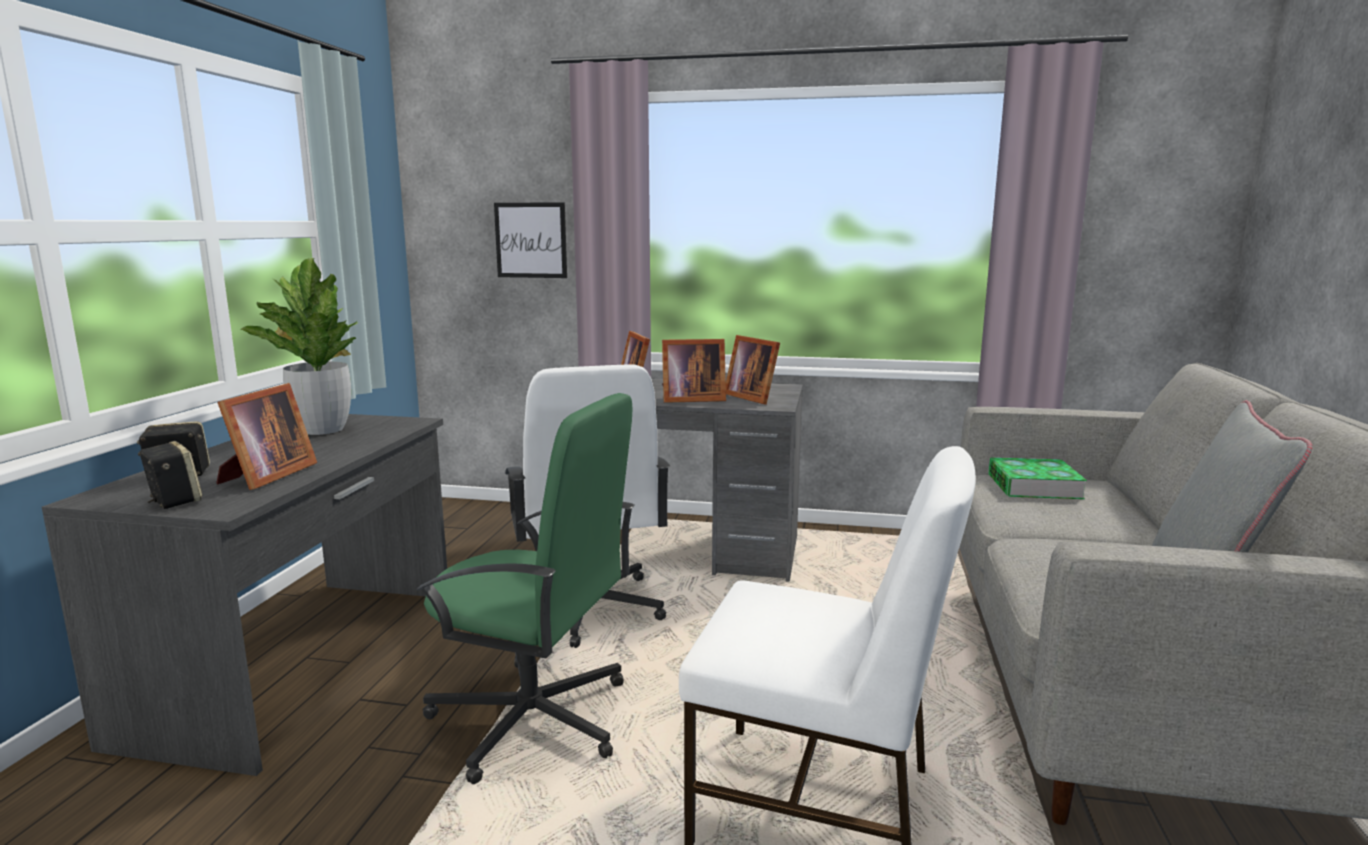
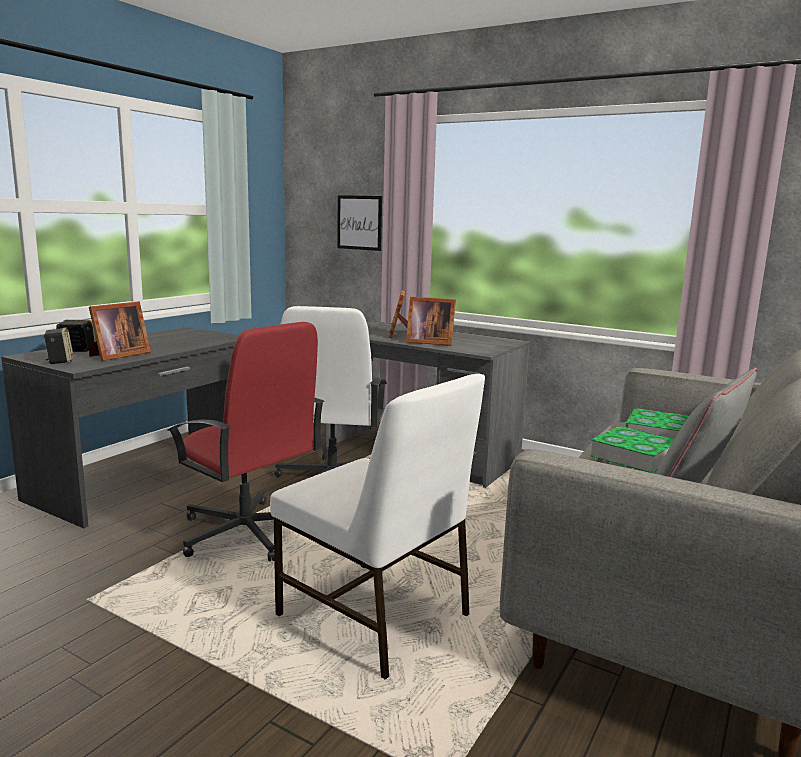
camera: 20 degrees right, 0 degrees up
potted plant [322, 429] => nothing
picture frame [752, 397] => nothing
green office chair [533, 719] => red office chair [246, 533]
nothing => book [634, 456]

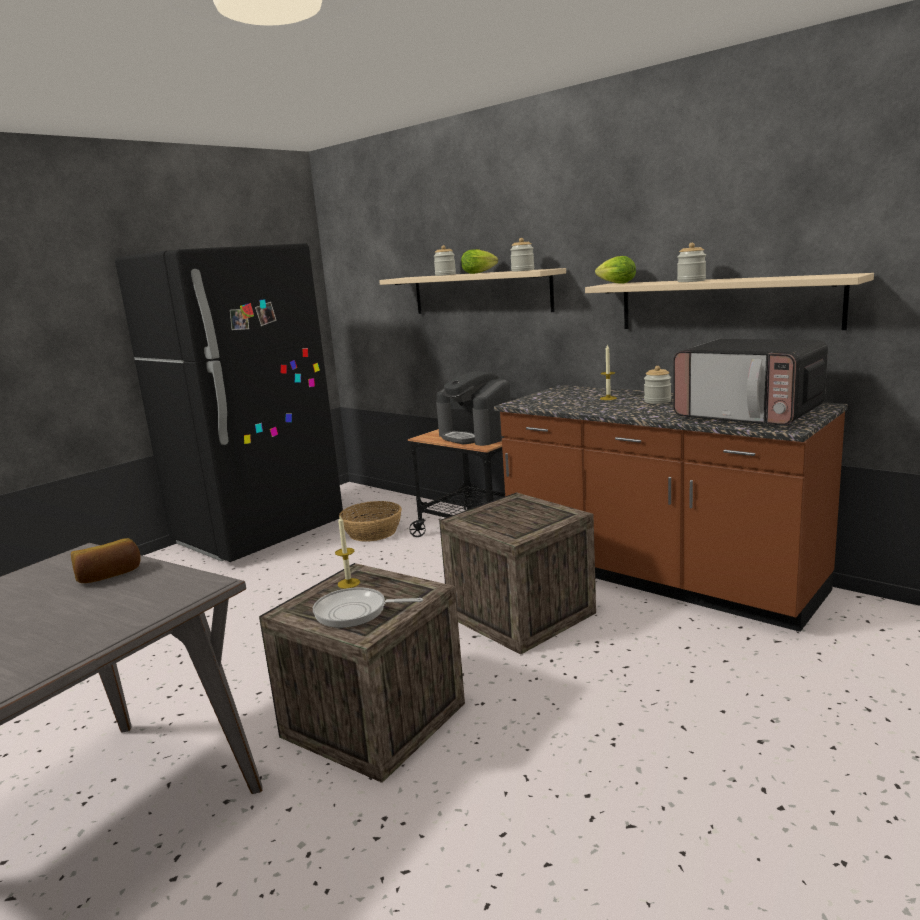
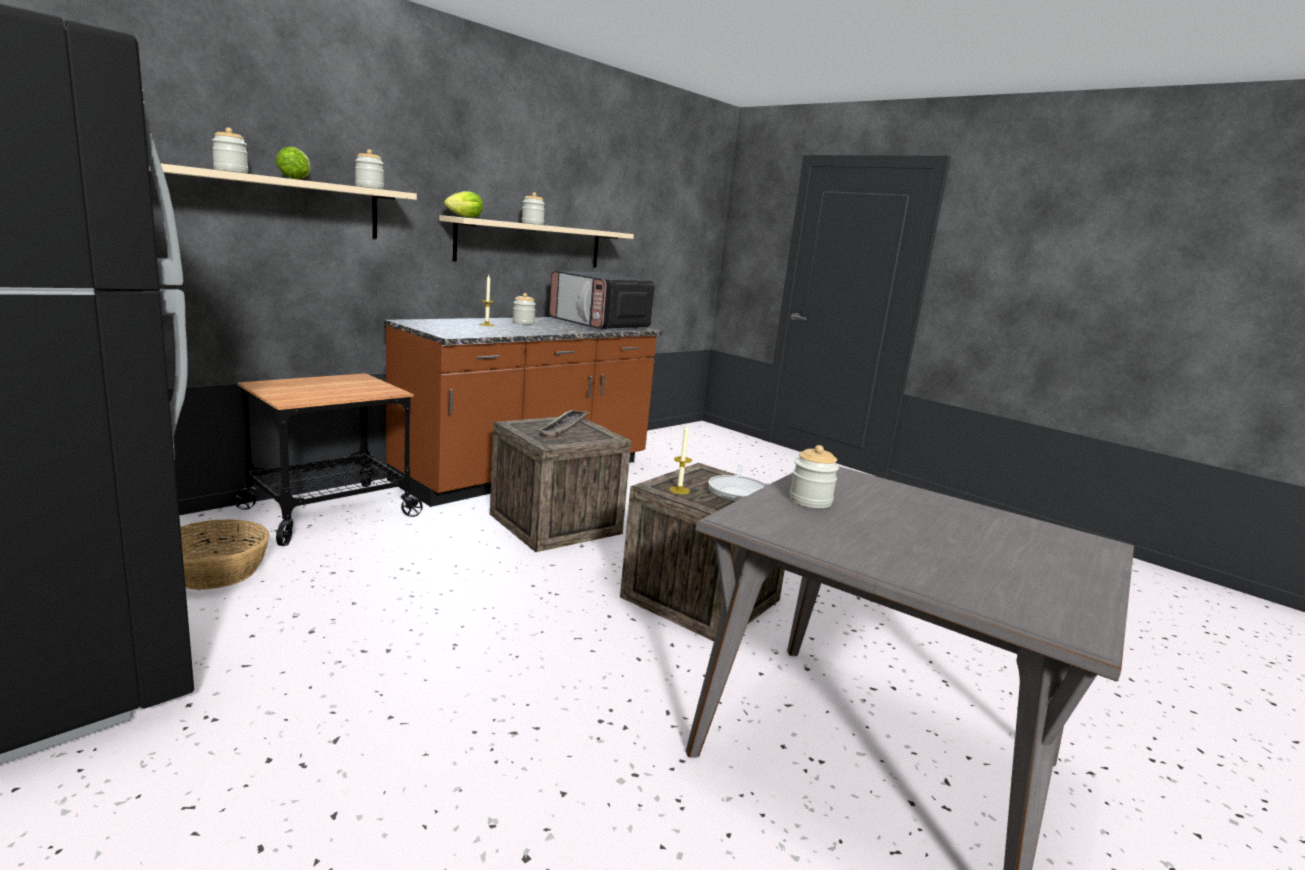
camera: 90 degrees left, 0 degrees up
microwave [749, 414] => microwave [599, 325], 90 degrees clockwise
coffee machine [476, 436] => nothing
bread [109, 575] => jar [810, 501]
nothing => tray [564, 427]

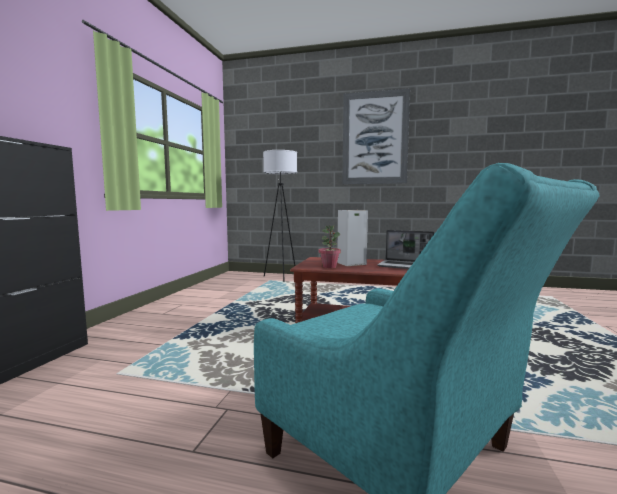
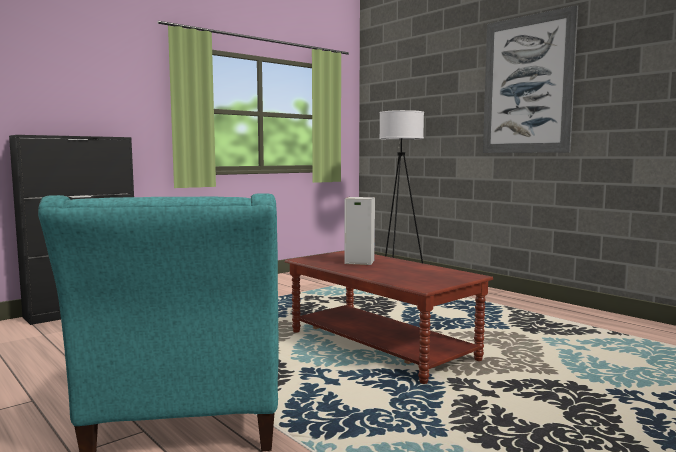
camera: 35 degrees right, 0 degrees up
potted plant [329, 267] => nothing
laptop [406, 266] => nothing

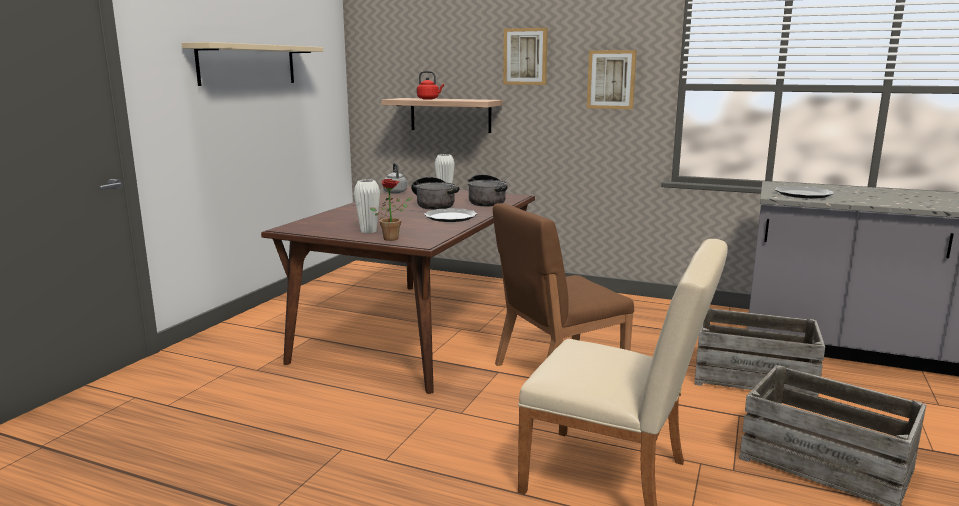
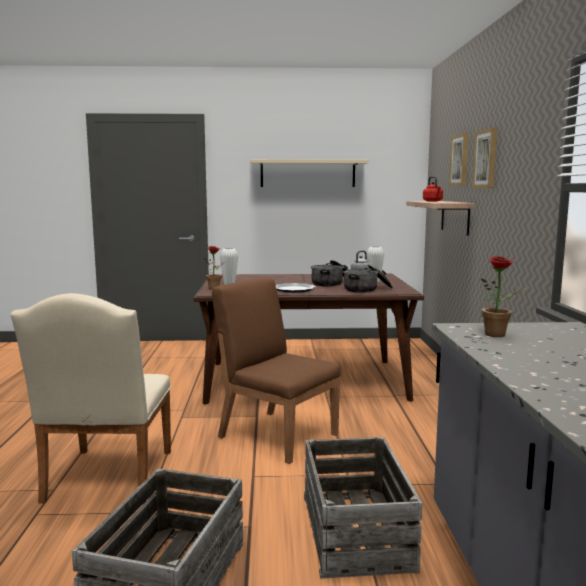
camera: 65 degrees right, 5 degrees down
picture [611, 79] => picture [460, 160], relocated
plate [803, 194] => potted plant [499, 335]

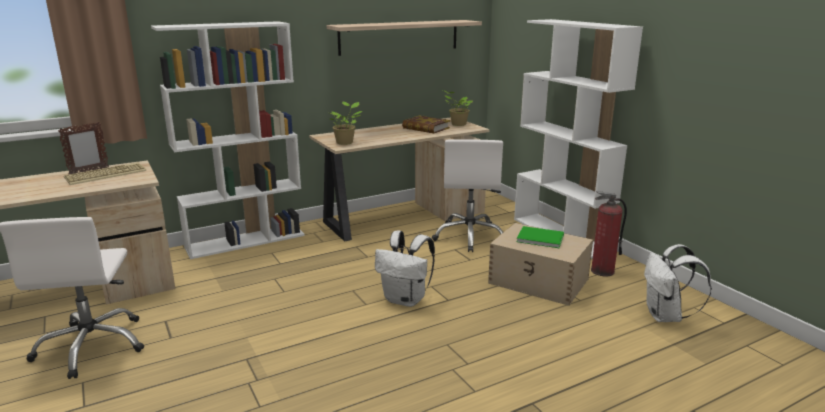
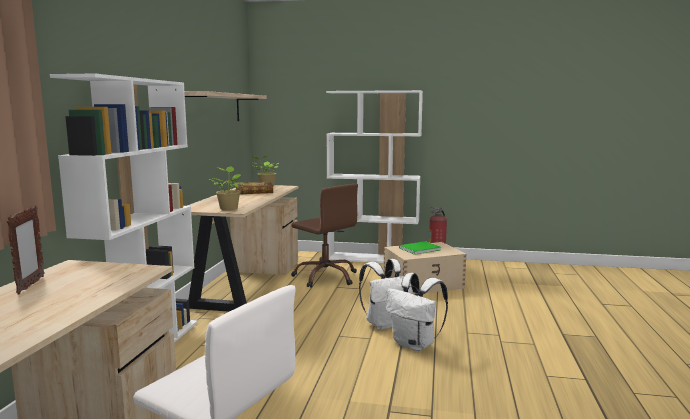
camera: 50 degrees left, 10 degrees down
white office chair [469, 236] => brown office chair [326, 277]
keyboard [106, 174] => nothing
white backpack [665, 316] => white backpack [415, 344], relocated

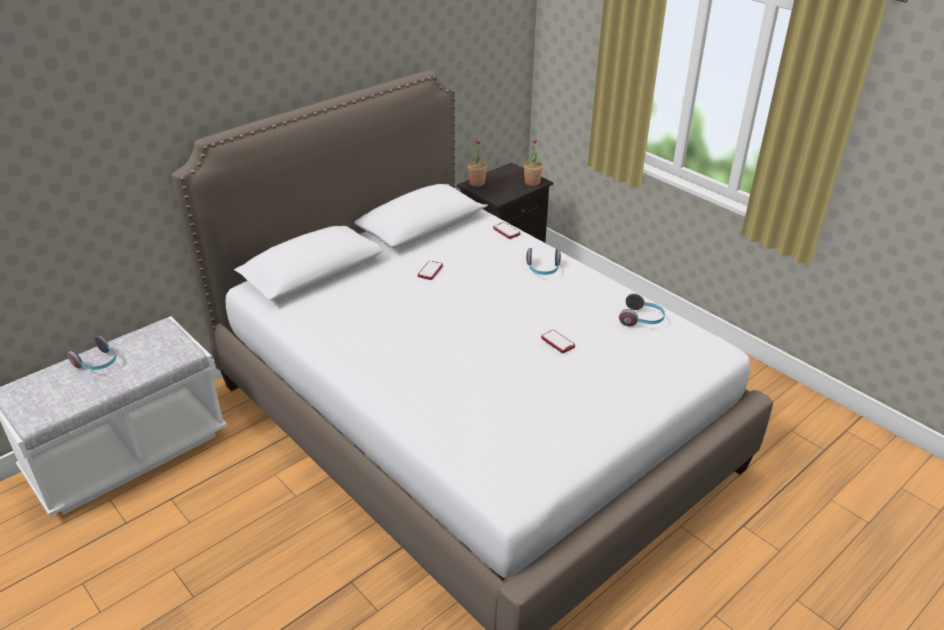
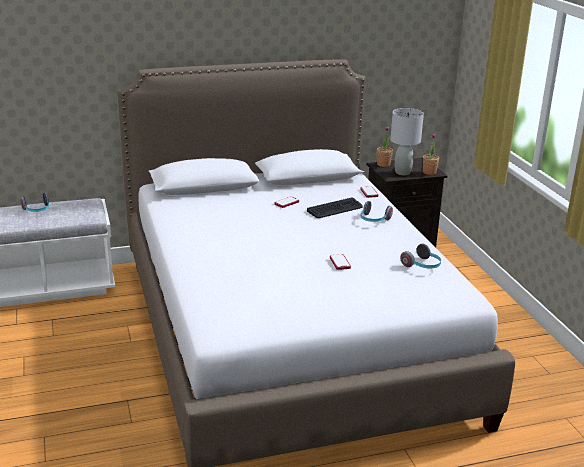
camera: 25 degrees right, 10 degrees down
nothing => grey table lamp [402, 172]
nothing => keyboard [335, 209]

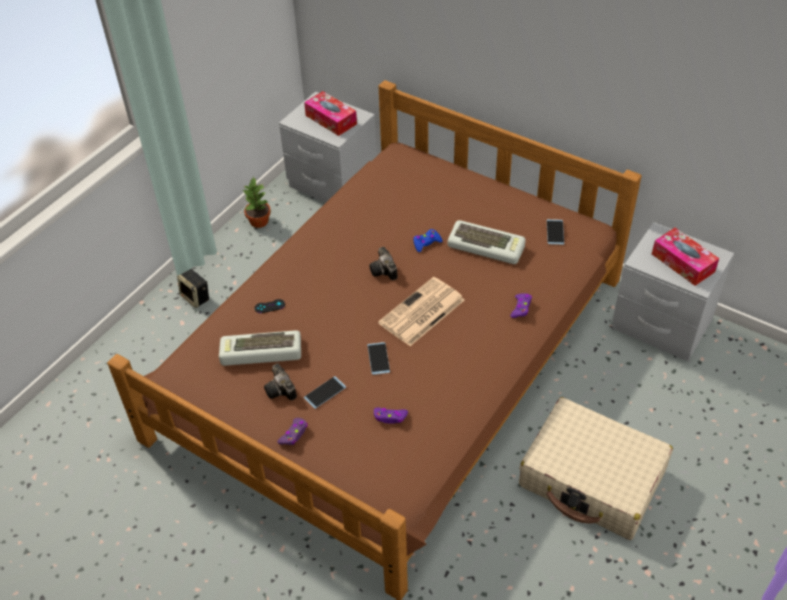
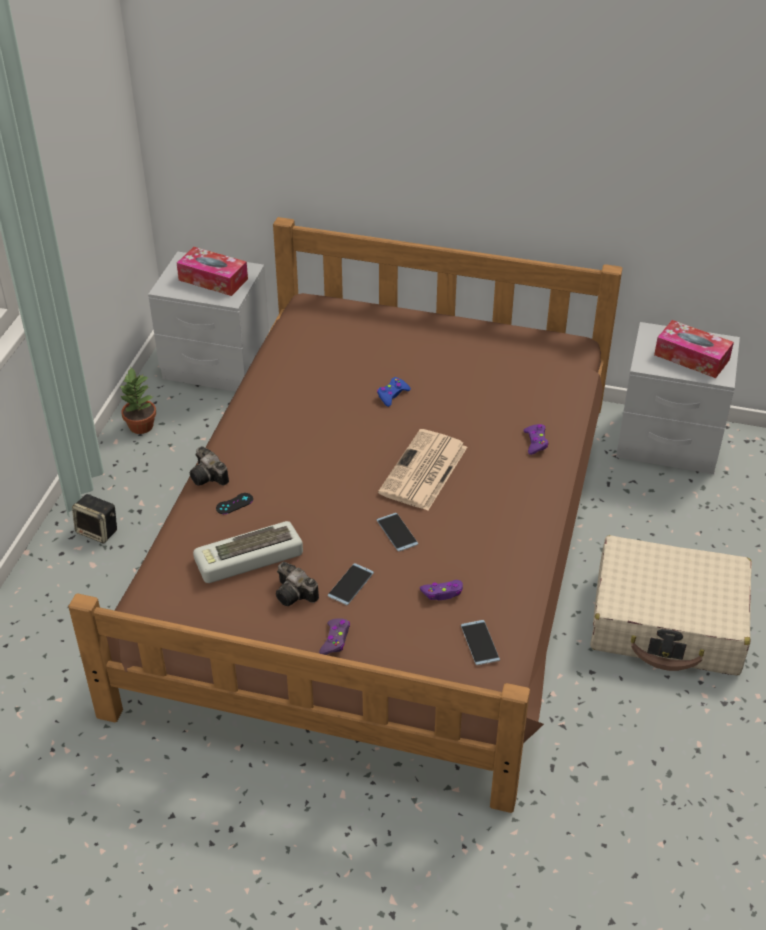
camera: 20 degrees left, 5 degrees down
phone [555, 232] => phone [479, 643], relocated
keyboard [487, 246] => nothing
photo camera [384, 271] => photo camera [209, 477], relocated

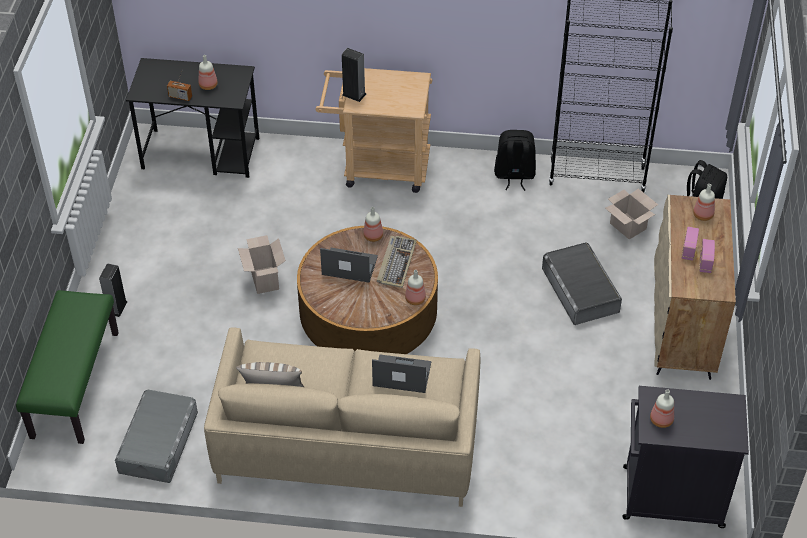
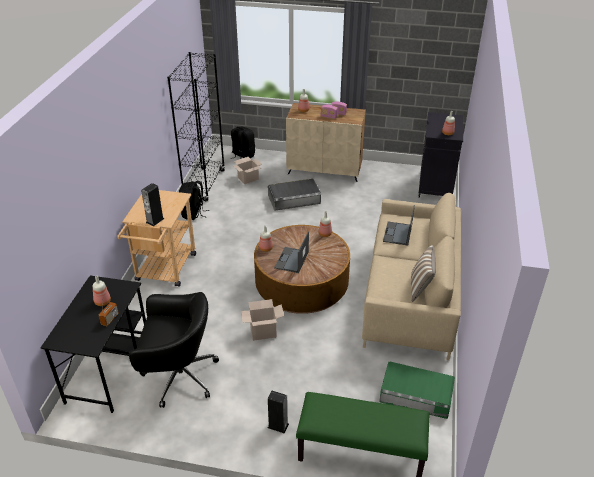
camera: 85 degrees left, 10 degrees down
keyboard [396, 262] => nothing
grey storage box [158, 441] => green storage box [416, 394]
nothing => black office chair [178, 376]

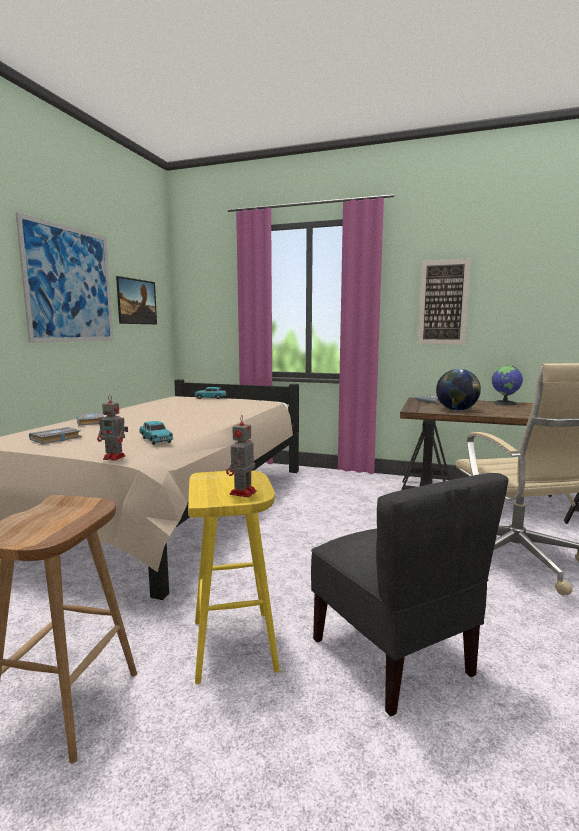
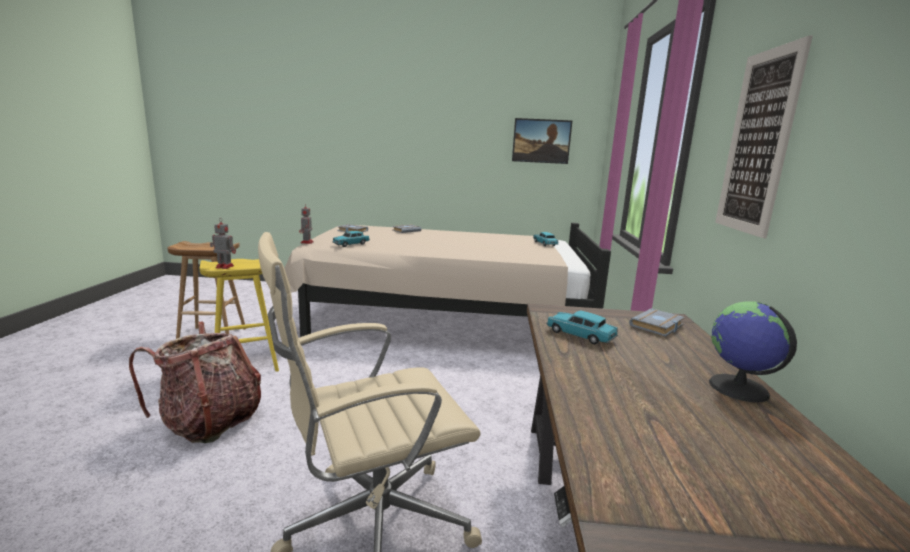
camera: 75 degrees right, 5 degrees up
picture [70, 285] => nothing
globe [457, 410] => turquoise toy car [580, 335]
grey chair [393, 656] => backpack [209, 422]

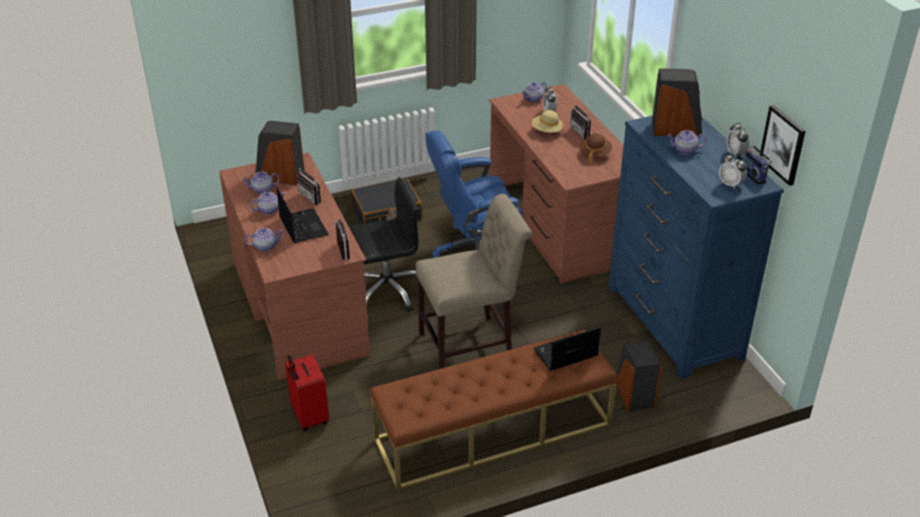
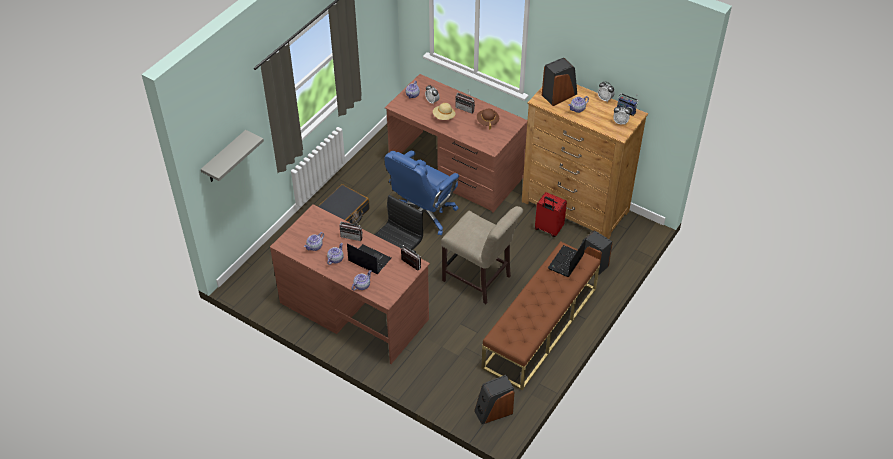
camera: 35 degrees left, 10 degrees up
picture [783, 144] => nothing
blue dresser [673, 322] => brown dresser [575, 207]
speaker [280, 175] => speaker [493, 411], relocated
beige chair [471, 344] => beige chair [479, 280], 90 degrees clockwise
red suitcase [308, 417] => red suitcase [548, 229], relocated
nothing => grey shelf [225, 158]

